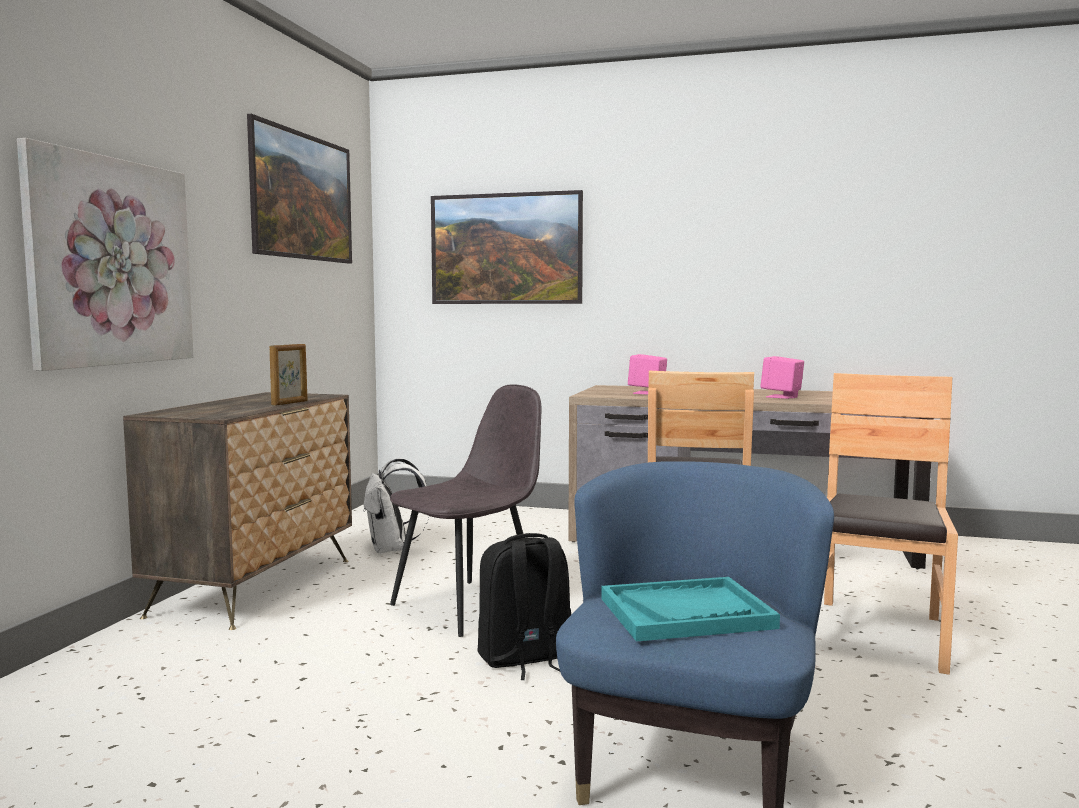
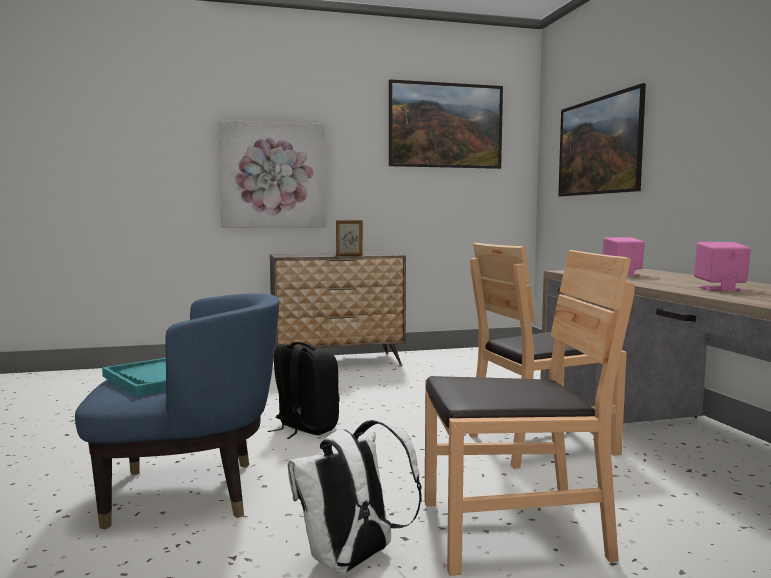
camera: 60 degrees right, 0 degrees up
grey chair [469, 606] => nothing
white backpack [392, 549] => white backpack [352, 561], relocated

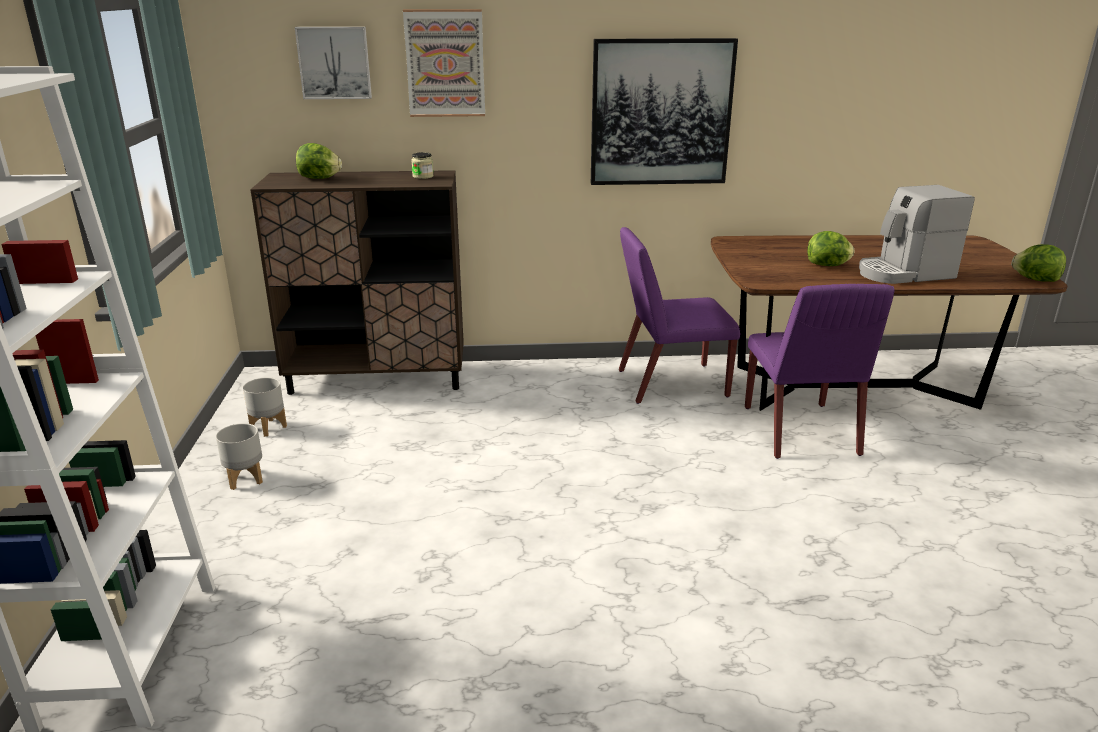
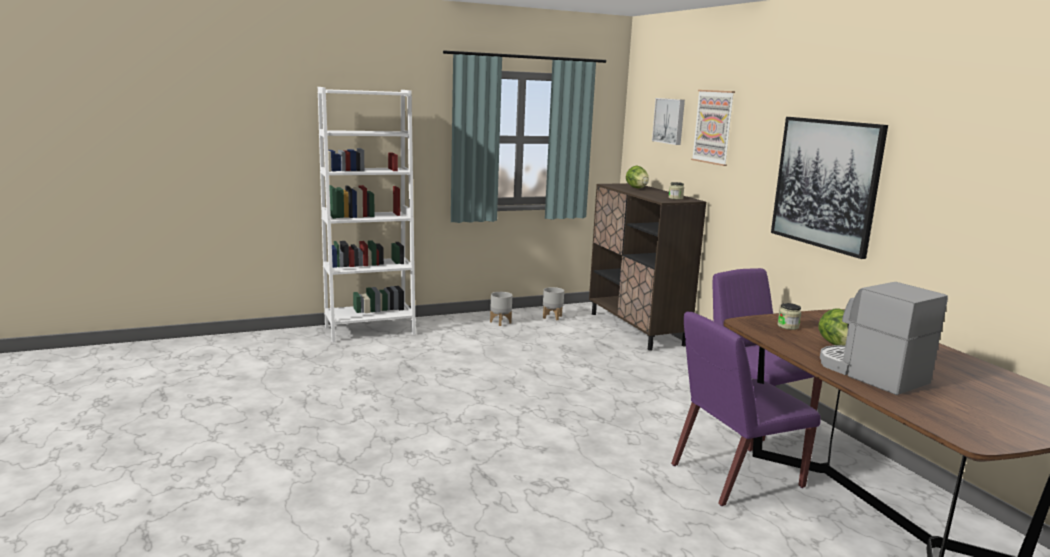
camera: 70 degrees right, 10 degrees down
lettuce [1035, 280] => nothing
nothing => jar [788, 326]

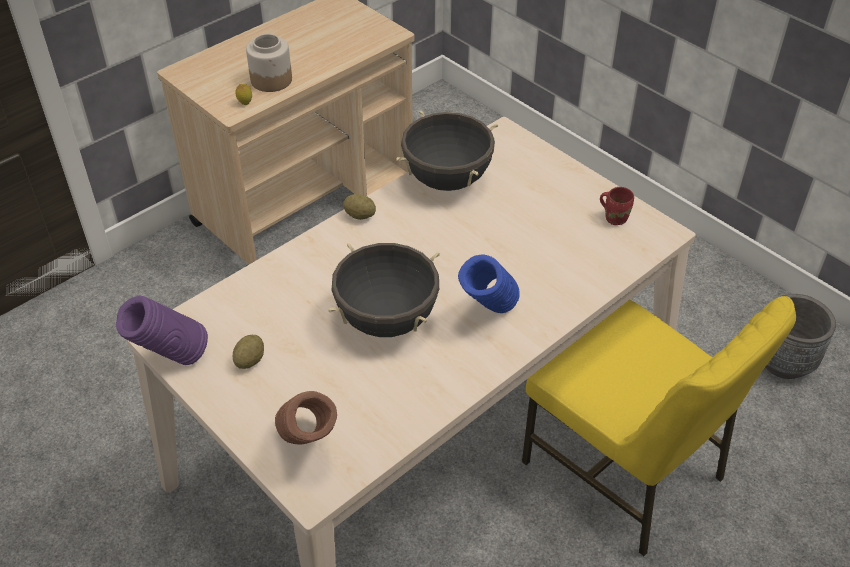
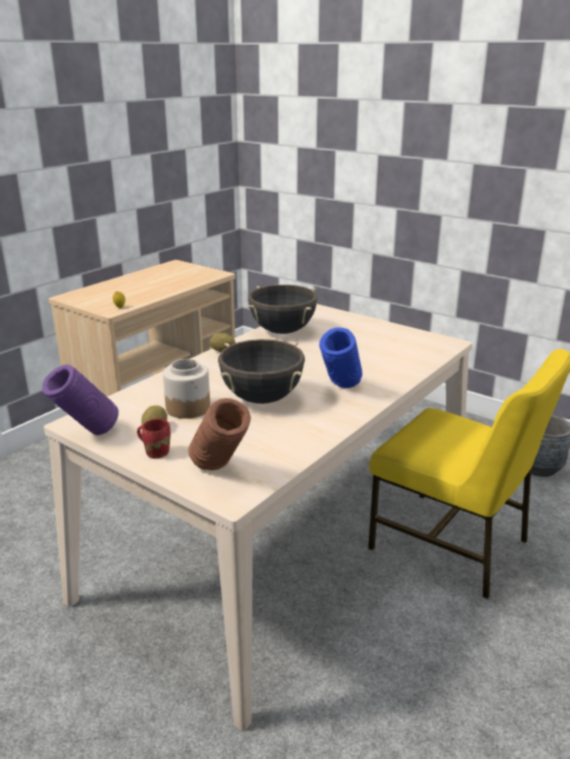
camera: 10 degrees left, 20 degrees down
jar [272, 80] => jar [188, 408], relocated
red mug [615, 217] => red mug [157, 452], relocated

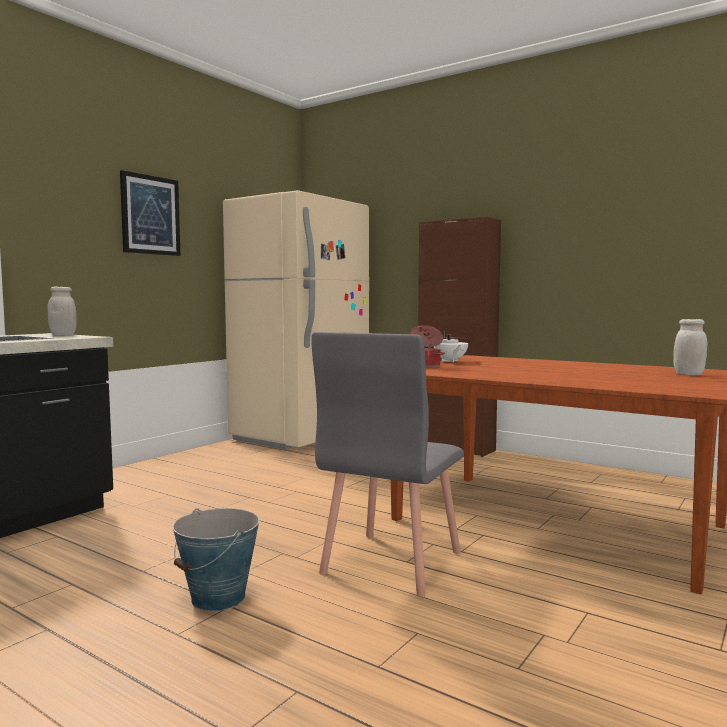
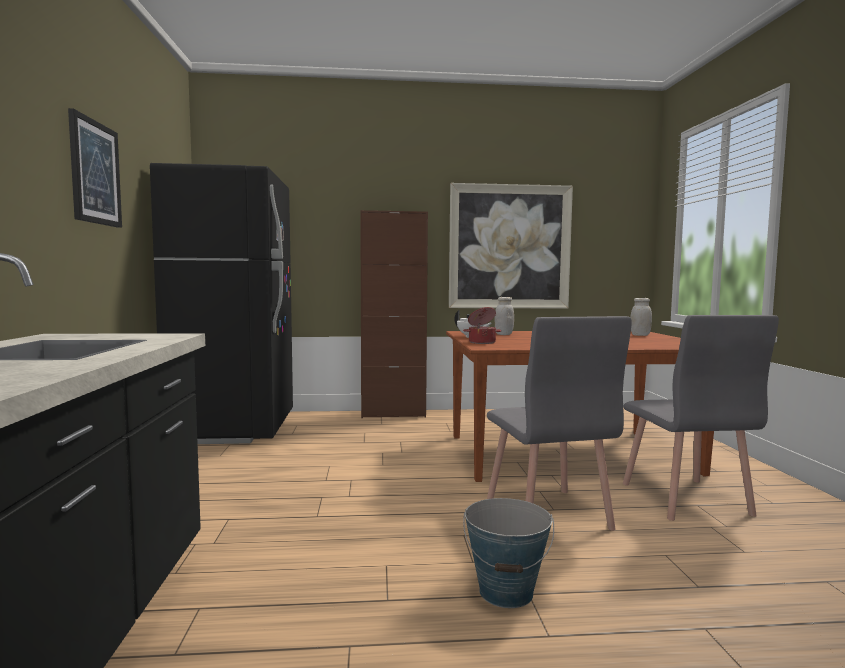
camera: 40 degrees left, 0 degrees up
beige fridge [301, 436] => black fridge [235, 428]
white jar [63, 335] => white jar [503, 334], relocated
nothing => picture [509, 247]
nothing => grey chair [684, 499]

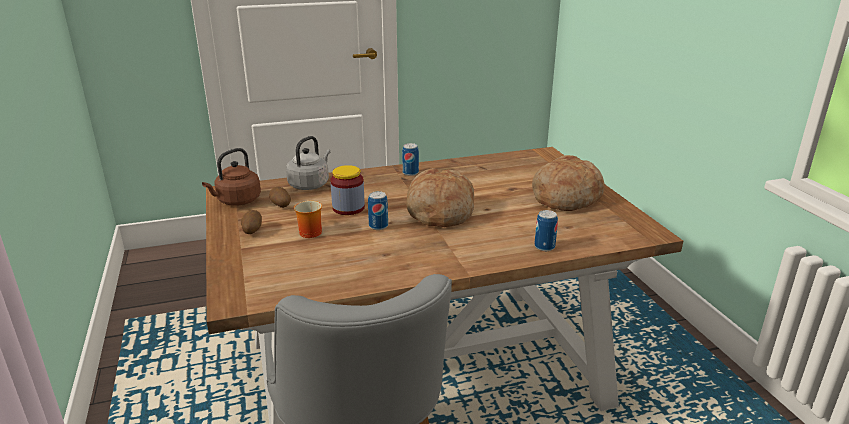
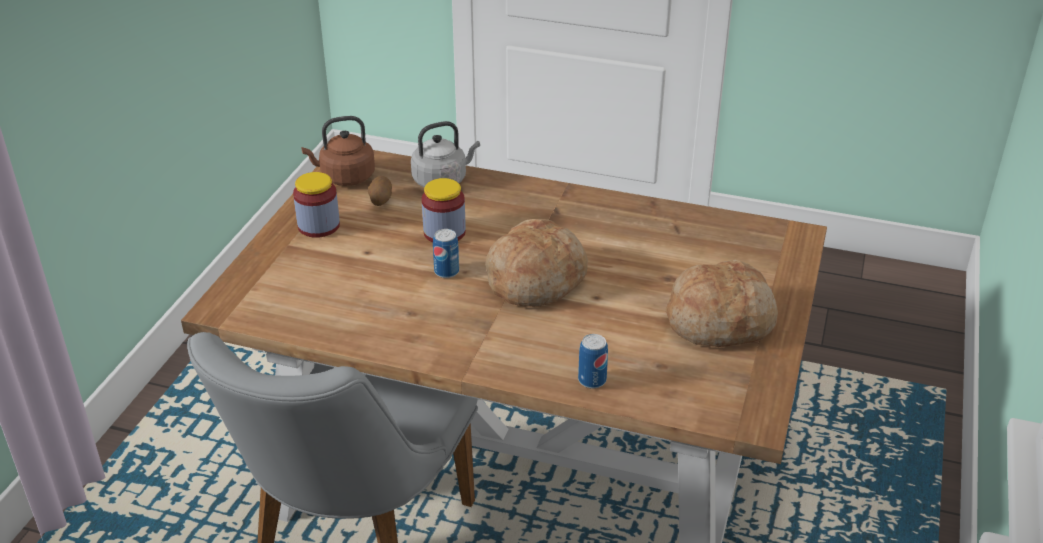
camera: 35 degrees right, 10 degrees up
can [410, 173] => nothing
mug [308, 232] => nothing
potato [252, 231] => jar [319, 226]

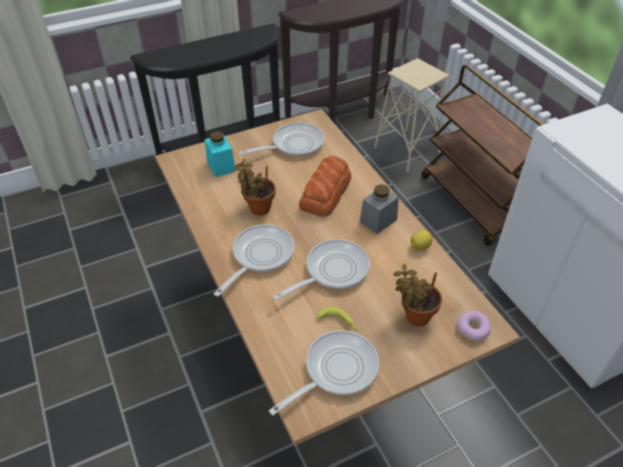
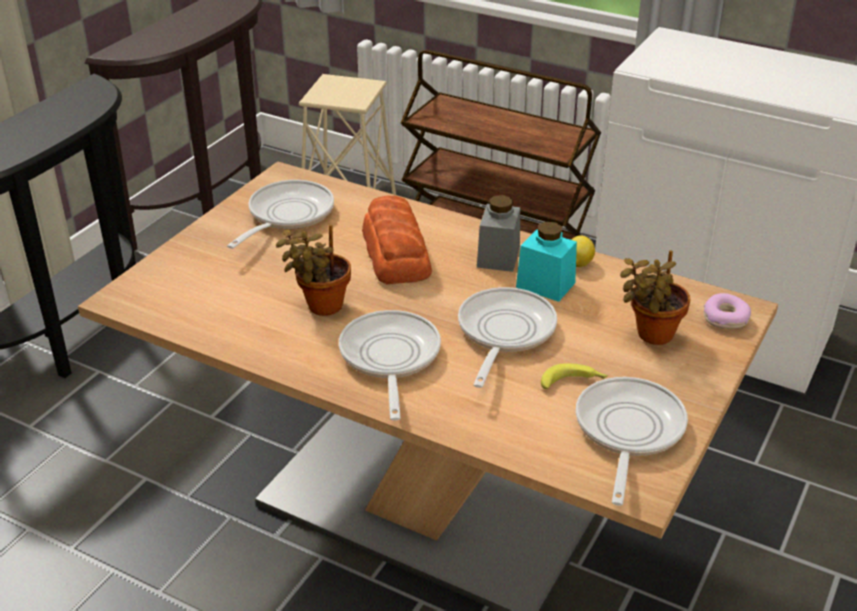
camera: 35 degrees left, 10 degrees down
turquoise jar [221, 166] => turquoise jar [545, 285], relocated

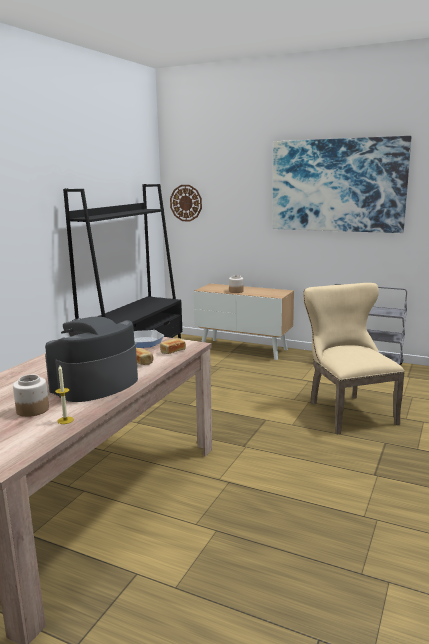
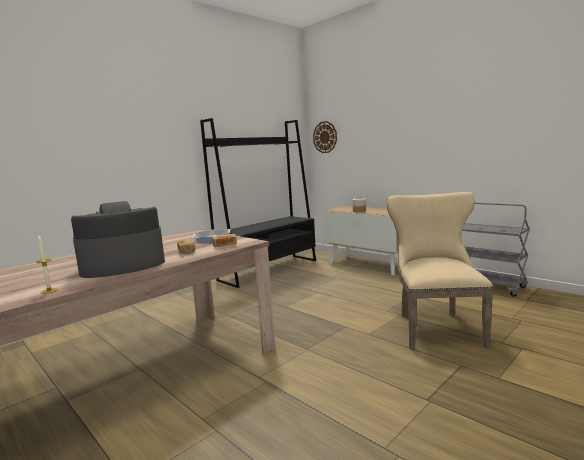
camera: 20 degrees right, 5 degrees down
picture [337, 185] => nothing
jar [32, 410] => nothing

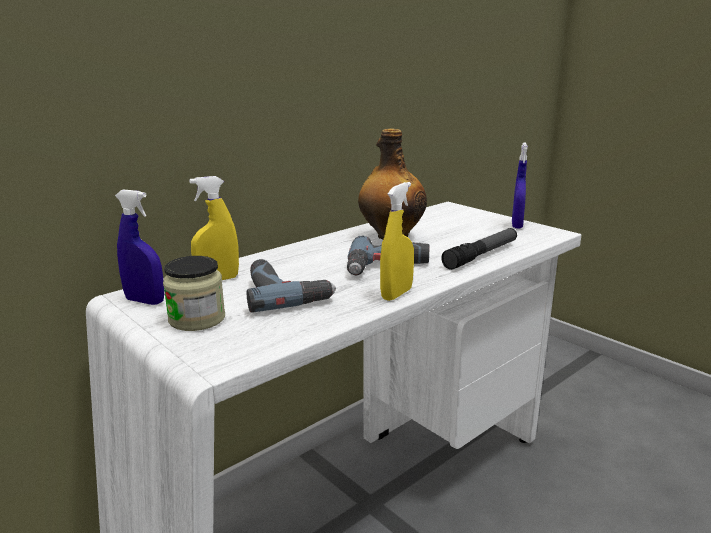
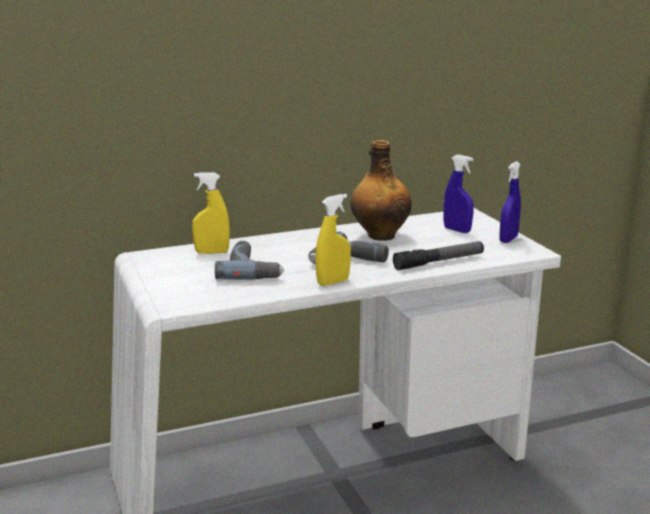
camera: 20 degrees right, 0 degrees up
blue spray bottle [145, 301] => blue spray bottle [457, 230], relocated
jar [197, 319] => nothing

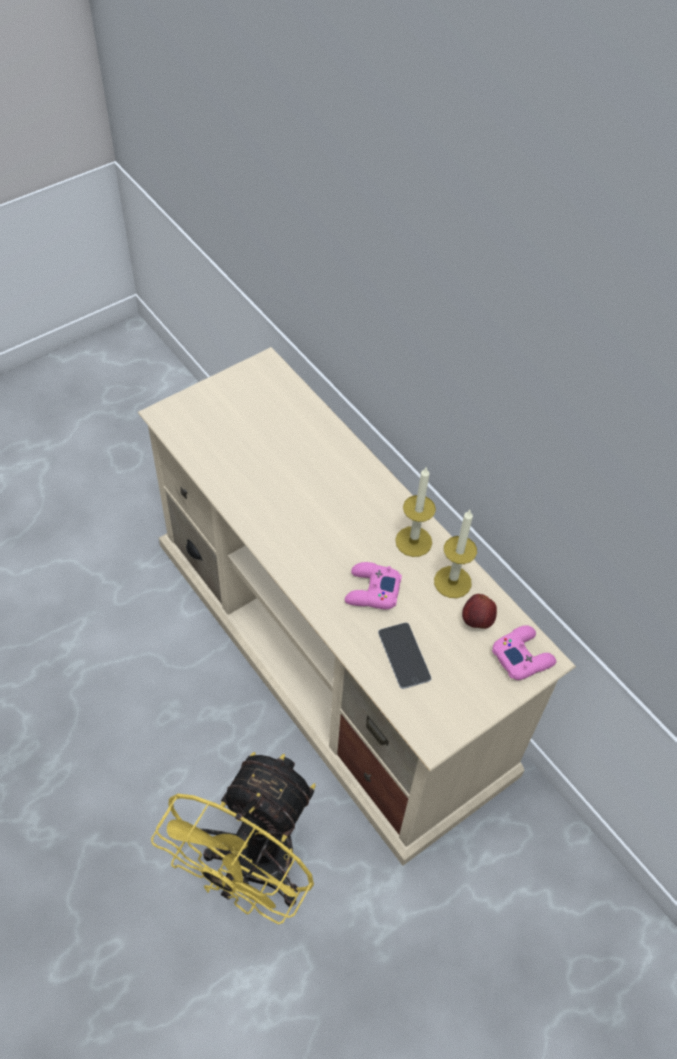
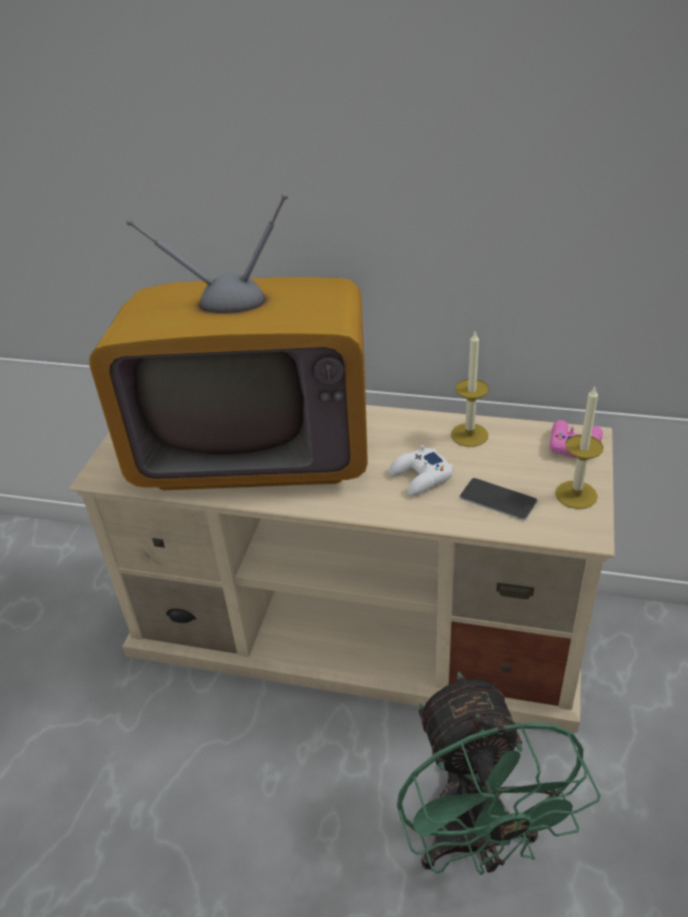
camera: 35 degrees left, 15 degrees down
candle [413, 541] => candle [576, 495], relocated
pink game controller [371, 591] => white game controller [420, 477]
apple [477, 621] => nothing
yellow fan [253, 871] => green fan [476, 842]
nothing => television [255, 445]

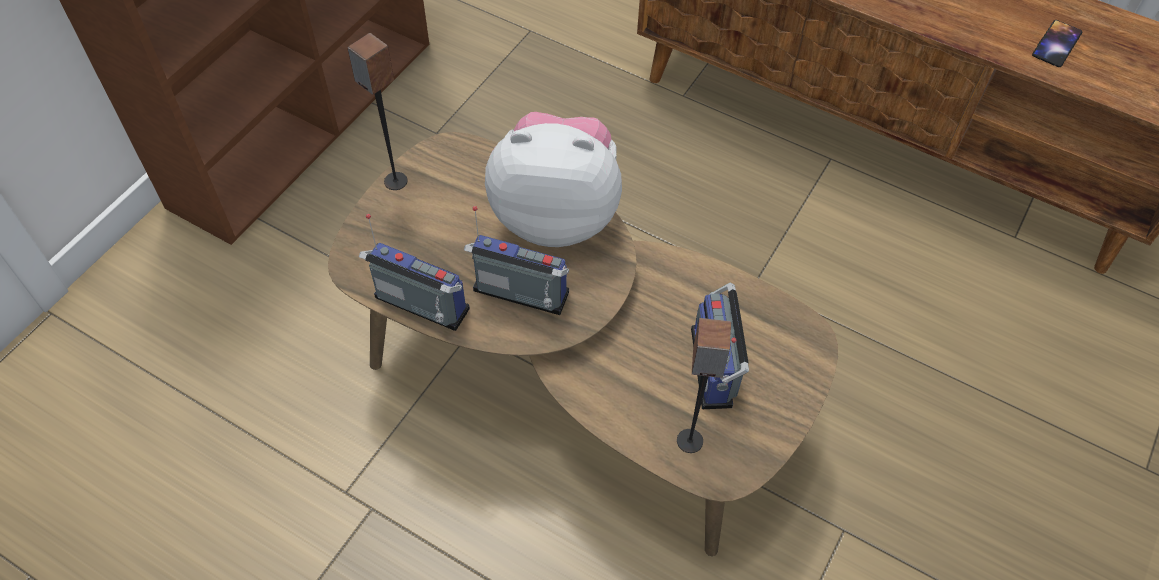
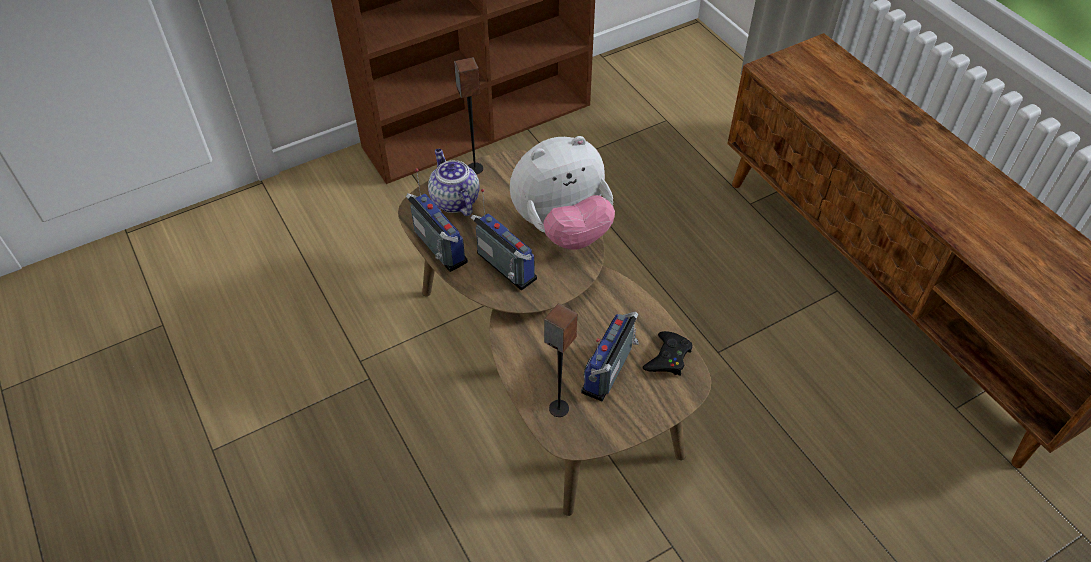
camera: 30 degrees right, 5 degrees down
phone [1056, 44] => nothing
plush toy [556, 214] => plush toy [562, 228], 120 degrees clockwise
nothing => teapot [454, 200]
nothing => black game controller [668, 357]

